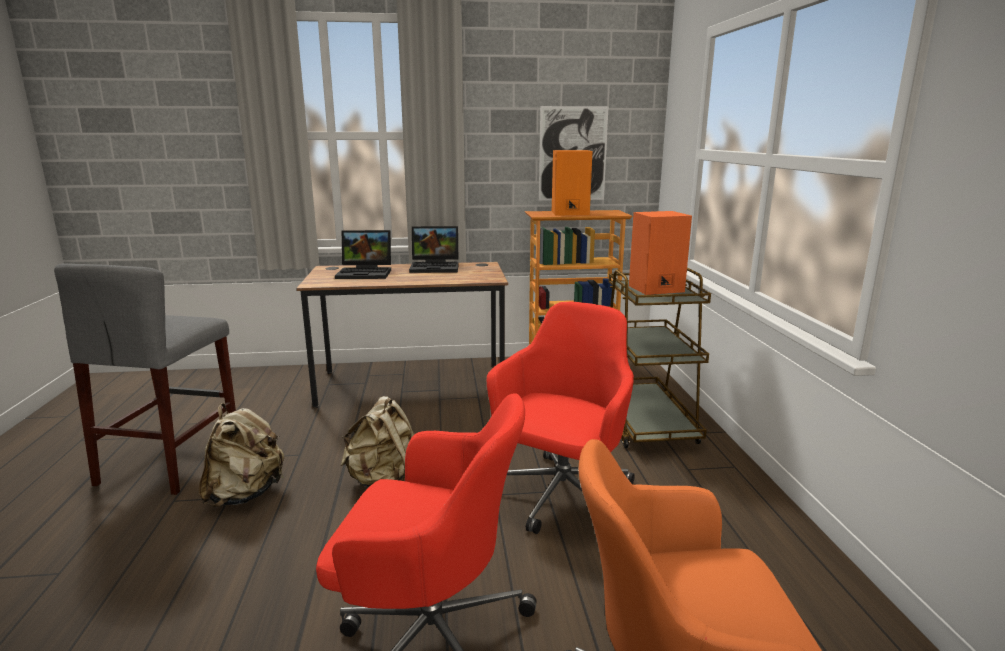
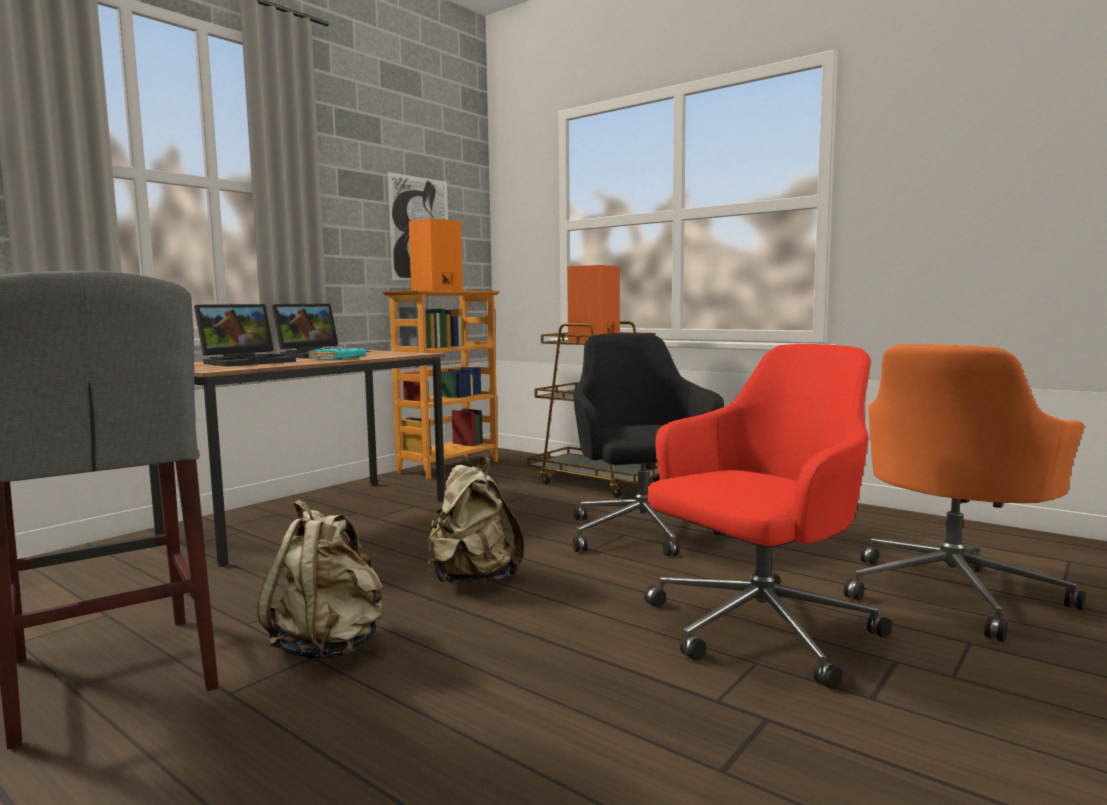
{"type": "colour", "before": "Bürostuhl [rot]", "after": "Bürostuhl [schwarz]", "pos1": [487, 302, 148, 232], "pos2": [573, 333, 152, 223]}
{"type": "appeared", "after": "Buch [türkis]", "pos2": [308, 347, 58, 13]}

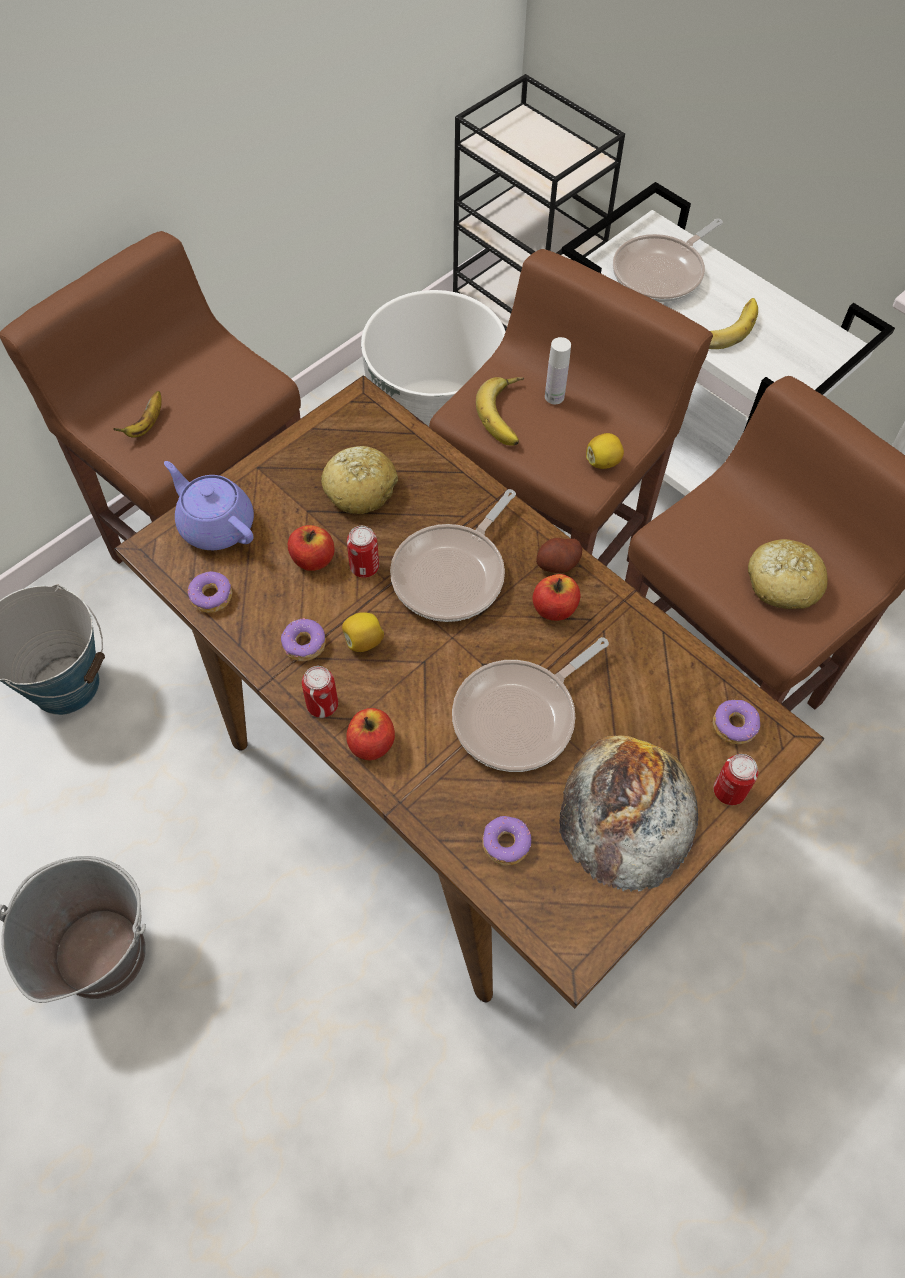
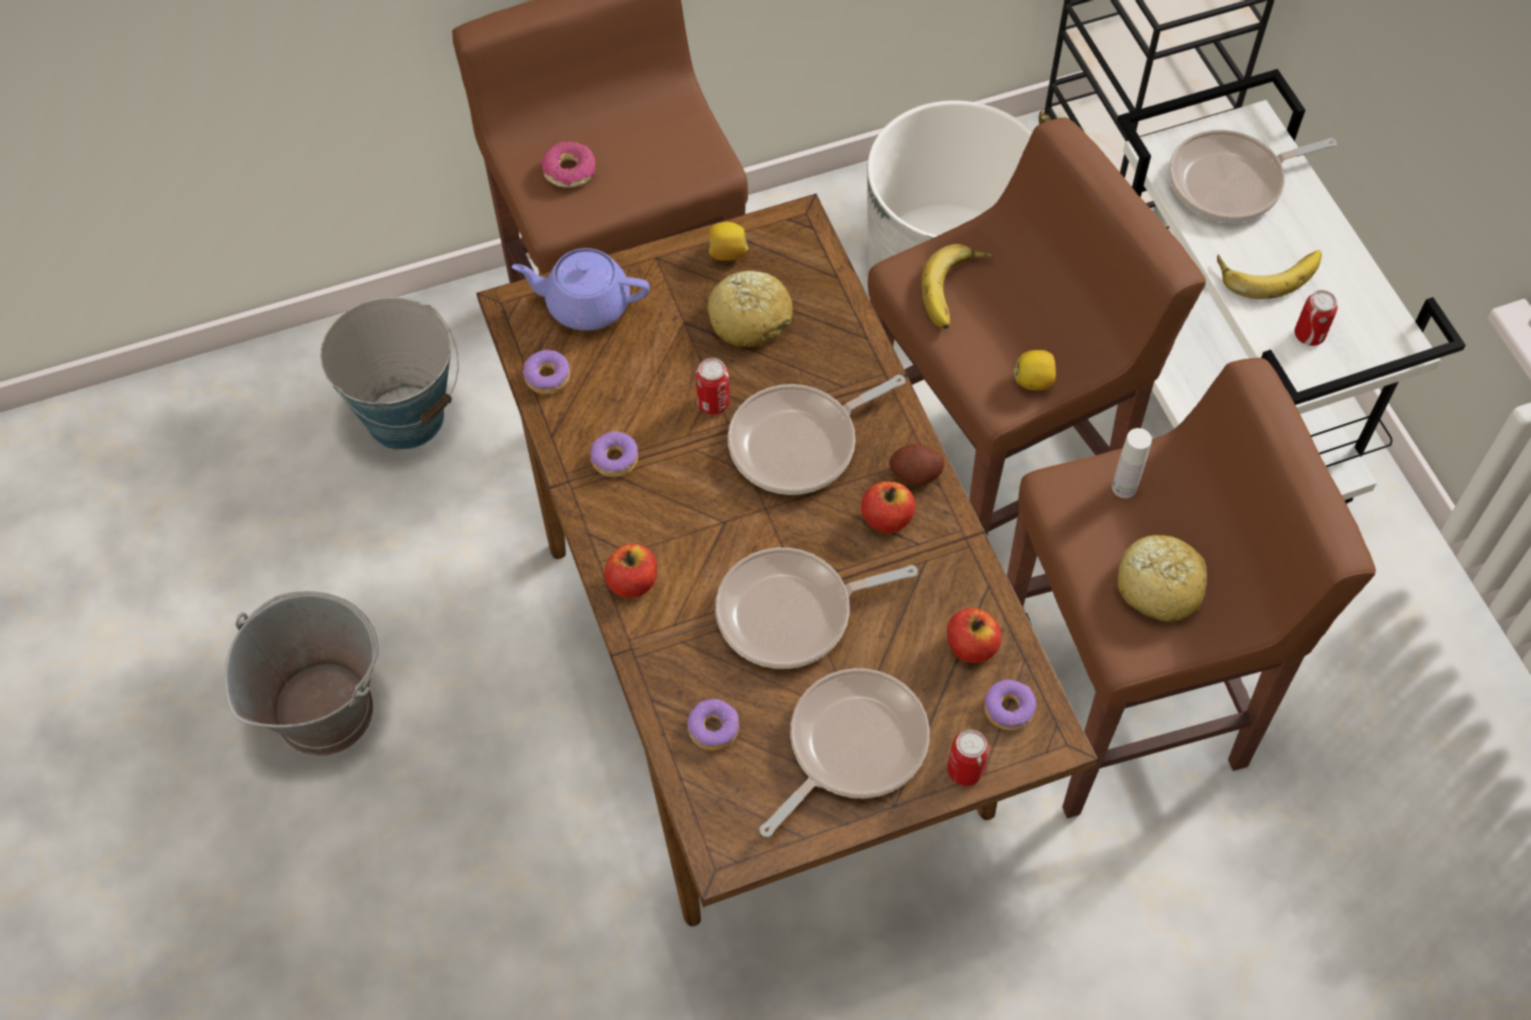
{"type": "exchanged", "before": "Banane", "after": "Donut", "pos1": [113, 391, 49, 47], "pos2": [541, 141, 54, 47]}
{"type": "spun", "before": "Teekanne [lila]", "pos1": [164, 461, 90, 89], "pos2": [512, 248, 138, 83], "turn": -60}
{"type": "relocated", "before": "Apfel", "pos1": [288, 525, 47, 46], "pos2": [947, 608, 54, 55]}
{"type": "relocated", "before": "Dose", "pos1": [302, 666, 36, 52], "pos2": [1294, 290, 44, 56]}
{"type": "relocated", "before": "Zitrone", "pos1": [342, 612, 42, 40], "pos2": [709, 222, 39, 39]}
{"type": "relocated", "before": "Flasche [weiß]", "pos1": [545, 337, 26, 67], "pos2": [1112, 428, 40, 70]}
{"type": "exchanged", "before": "Brot", "after": "Pfanne", "pos1": [559, 735, 139, 157], "pos2": [759, 668, 171, 169]}

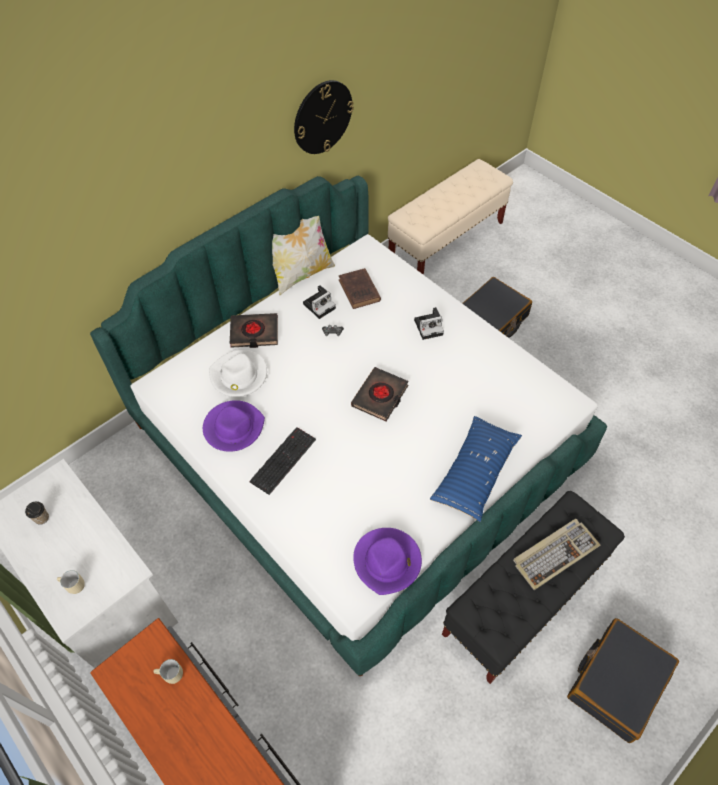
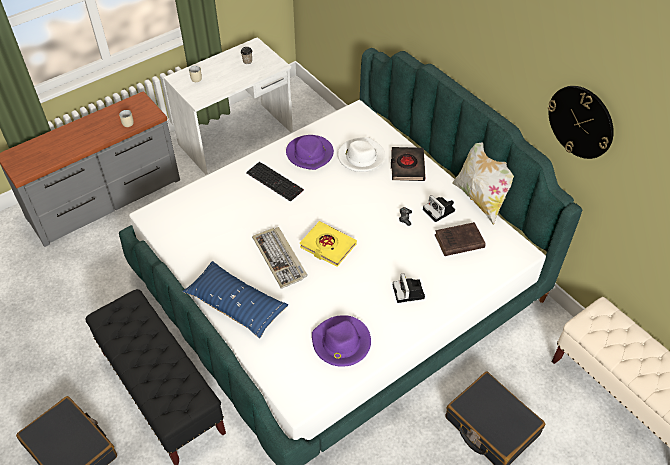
{"type": "colour", "before": "Buch [schwarz]", "after": "Buch [gelb]", "pos1": [351, 367, 58, 54], "pos2": [300, 221, 57, 46]}
{"type": "relocated", "before": "Hut [lila]", "pos1": [353, 528, 69, 67], "pos2": [312, 315, 59, 52]}
{"type": "relocated", "before": "Tastatur", "pos1": [513, 518, 87, 72], "pos2": [252, 227, 55, 62]}

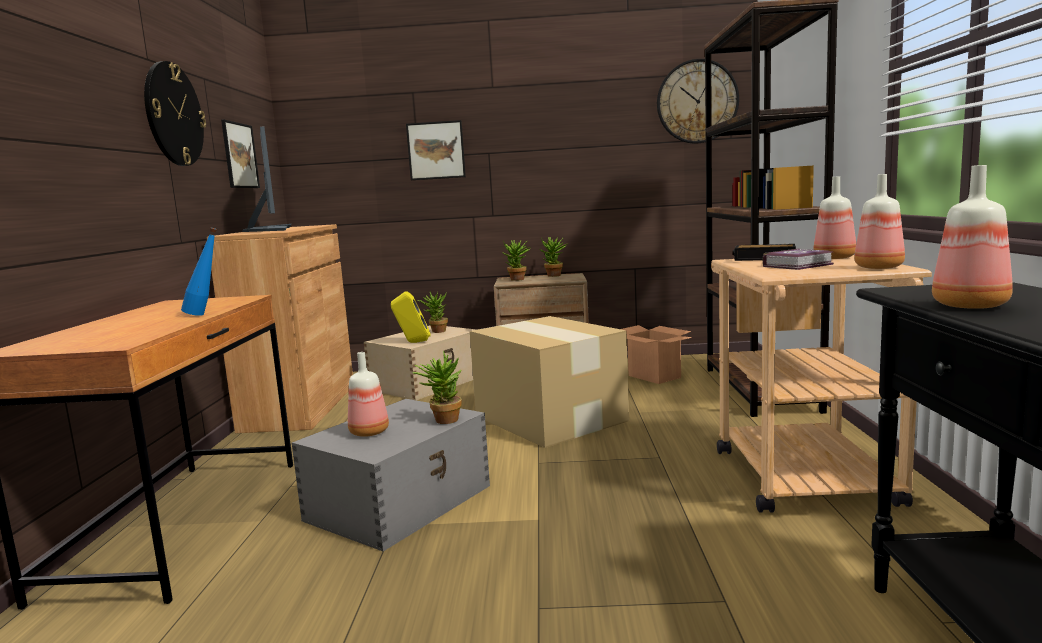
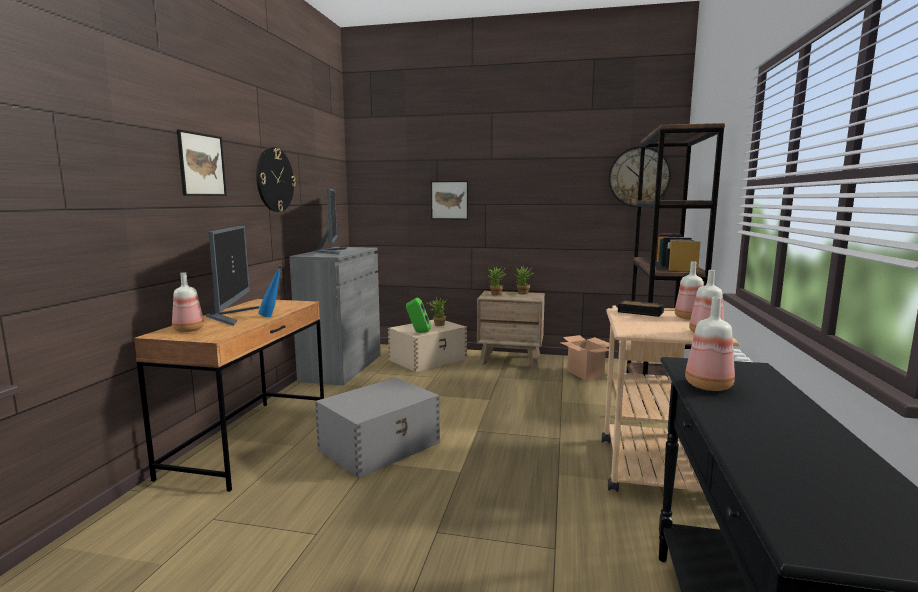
{"type": "colour", "before": "Schrank [braun]", "after": "Schrank [grau]", "pos1": [207, 224, 146, 209], "pos2": [289, 247, 92, 139]}
{"type": "relocated", "before": "Bild", "pos1": [221, 120, 39, 68], "pos2": [177, 129, 50, 67]}
{"type": "relocated", "before": "Flasche", "pos1": [348, 352, 41, 85], "pos2": [172, 272, 32, 60]}
{"type": "colour", "before": "Lautsprecher [gelb]", "after": "Lautsprecher [grün]", "pos1": [391, 291, 40, 52], "pos2": [406, 297, 25, 36]}
{"type": "missing", "before": "Topfpflanze", "pos1": [412, 351, 50, 73]}
{"type": "missing", "before": "Karton", "pos1": [470, 316, 159, 132]}
{"type": "missing", "before": "Buch", "pos1": [763, 249, 71, 21]}
{"type": "appeared", "after": "Monitor", "pos2": [206, 226, 54, 100]}

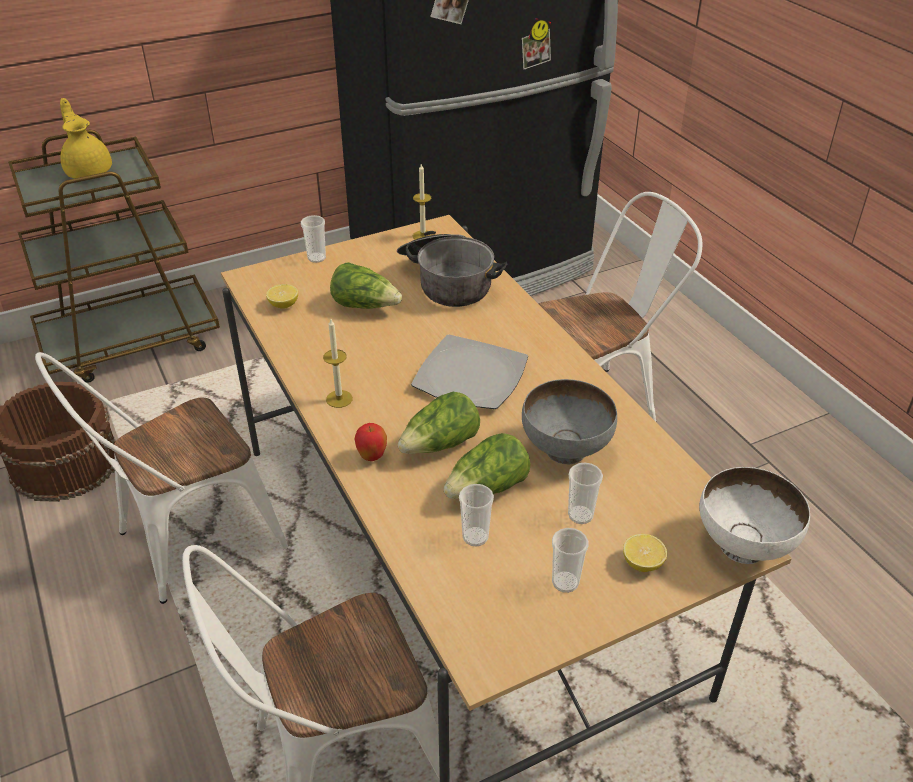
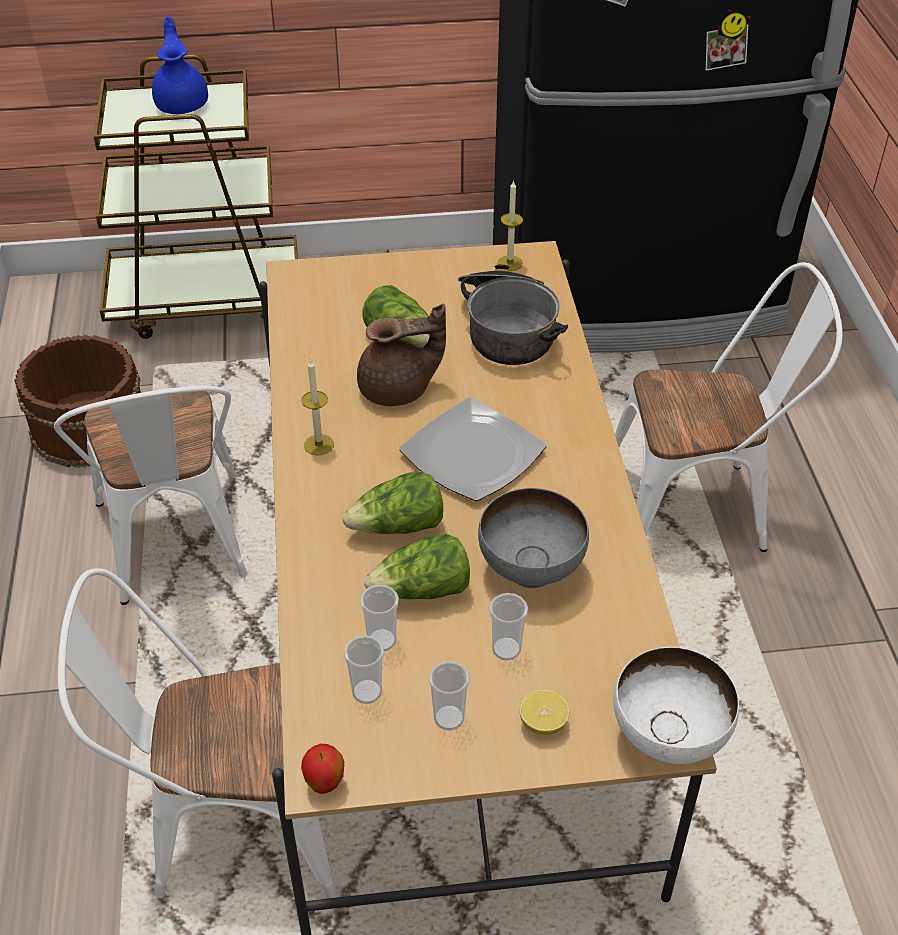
{"type": "spun", "before": "Stuhl [weiß]", "pos1": [35, 352, 253, 252], "pos2": [54, 385, 194, 220], "turn": -90}
{"type": "colour", "before": "Teekanne [gelb]", "after": "Teekanne [blau]", "pos1": [60, 98, 52, 80], "pos2": [152, 16, 56, 98]}
{"type": "missing", "before": "Zitrone", "pos1": [266, 284, 32, 25]}
{"type": "relocated", "before": "Tasse", "pos1": [301, 215, 25, 48], "pos2": [344, 635, 40, 69]}
{"type": "relocated", "before": "Apfel", "pos1": [354, 423, 33, 38], "pos2": [301, 744, 43, 50]}
{"type": "appeared", "after": "Teekanne [braun]", "pos2": [357, 304, 89, 102]}

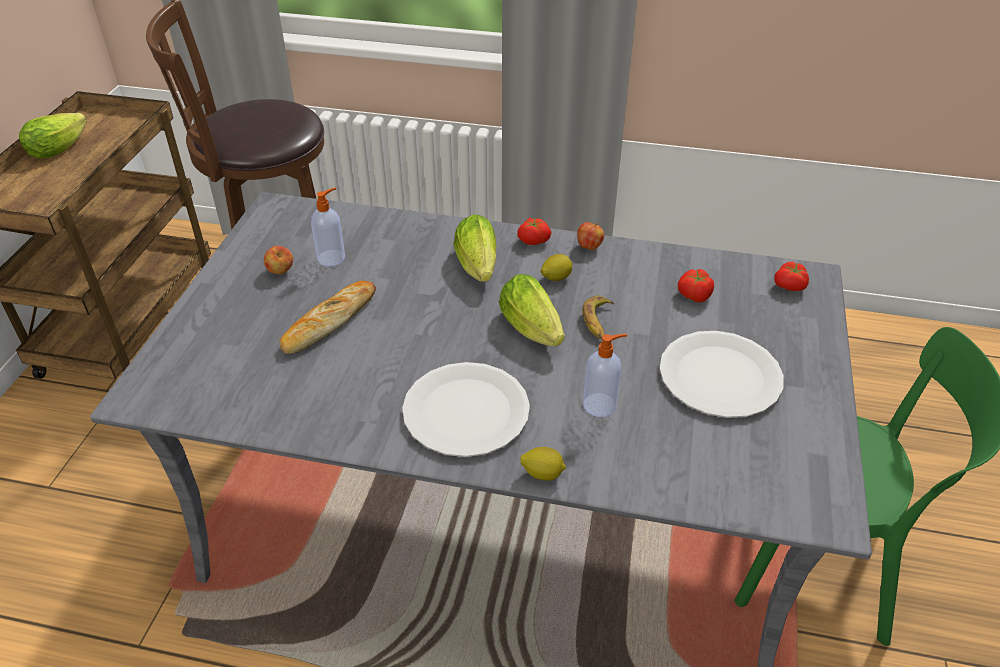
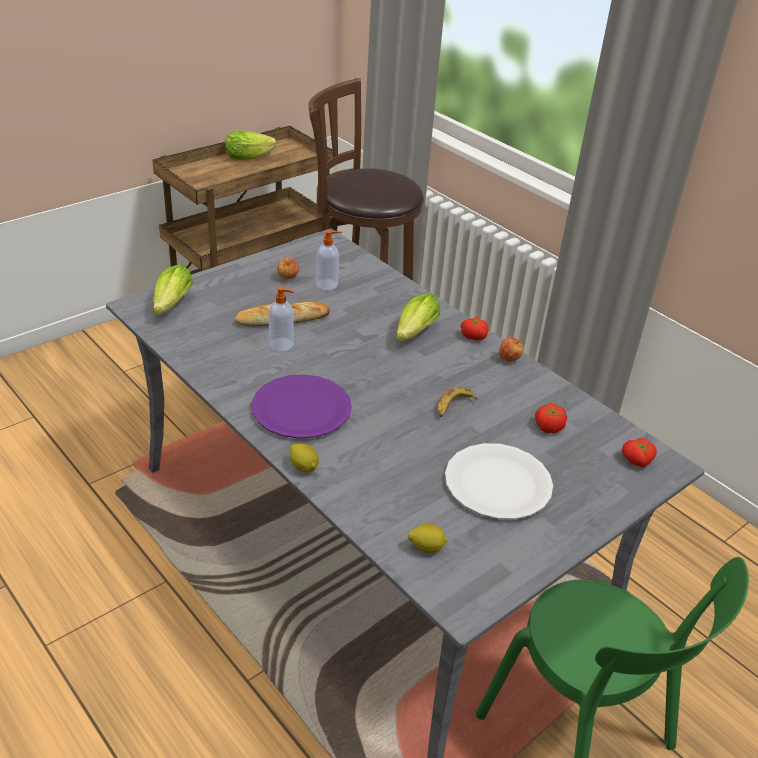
{"type": "colour", "before": "Teller [weiß]", "after": "Teller [lila]", "pos1": [402, 362, 128, 95], "pos2": [252, 374, 100, 65]}
{"type": "relocated", "before": "Salatkopf", "pos1": [499, 274, 66, 72], "pos2": [153, 264, 40, 51]}
{"type": "relocated", "before": "Zitrone", "pos1": [541, 254, 31, 27], "pos2": [408, 524, 39, 29]}
{"type": "relocated", "before": "Seifenspender", "pos1": [583, 334, 44, 83], "pos2": [269, 286, 25, 65]}

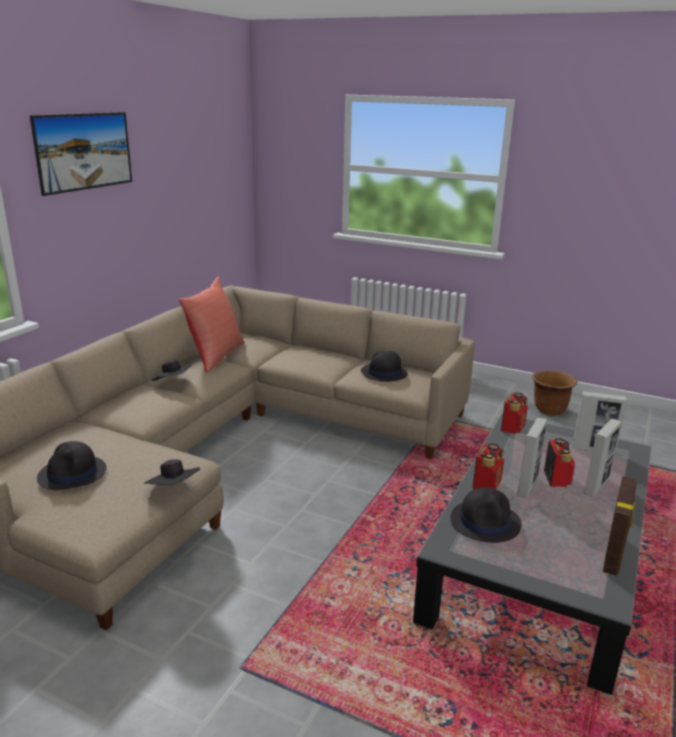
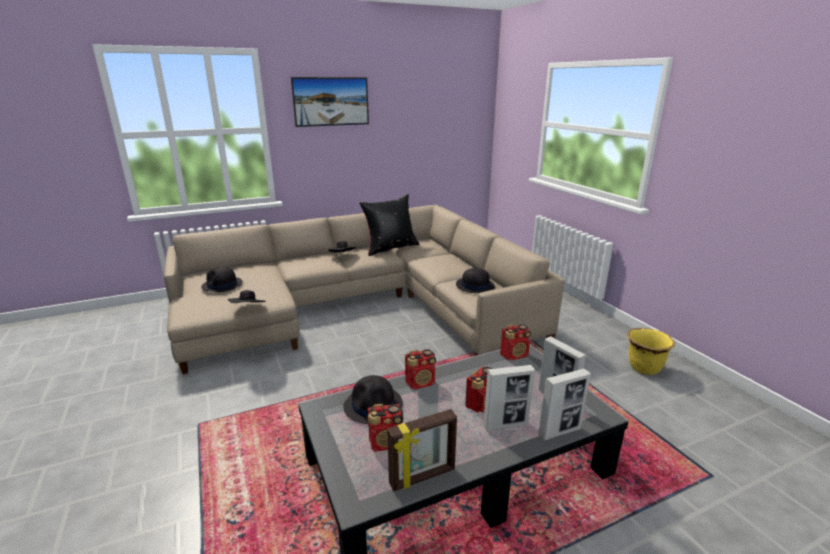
{"type": "colour", "before": "Kissen [rot]", "after": "Kissen [schwarz]", "pos1": [179, 277, 66, 96], "pos2": [359, 194, 60, 62]}
{"type": "relocated", "before": "Bilderrahmen", "pos1": [517, 417, 30, 81], "pos2": [538, 369, 53, 71]}
{"type": "colour", "before": "Pflanzkübel [braun]", "after": "Pflanzkübel [gelb]", "pos1": [532, 370, 45, 45], "pos2": [627, 328, 48, 47]}
{"type": "appeared", "after": "Radio", "pos2": [368, 404, 35, 48]}

